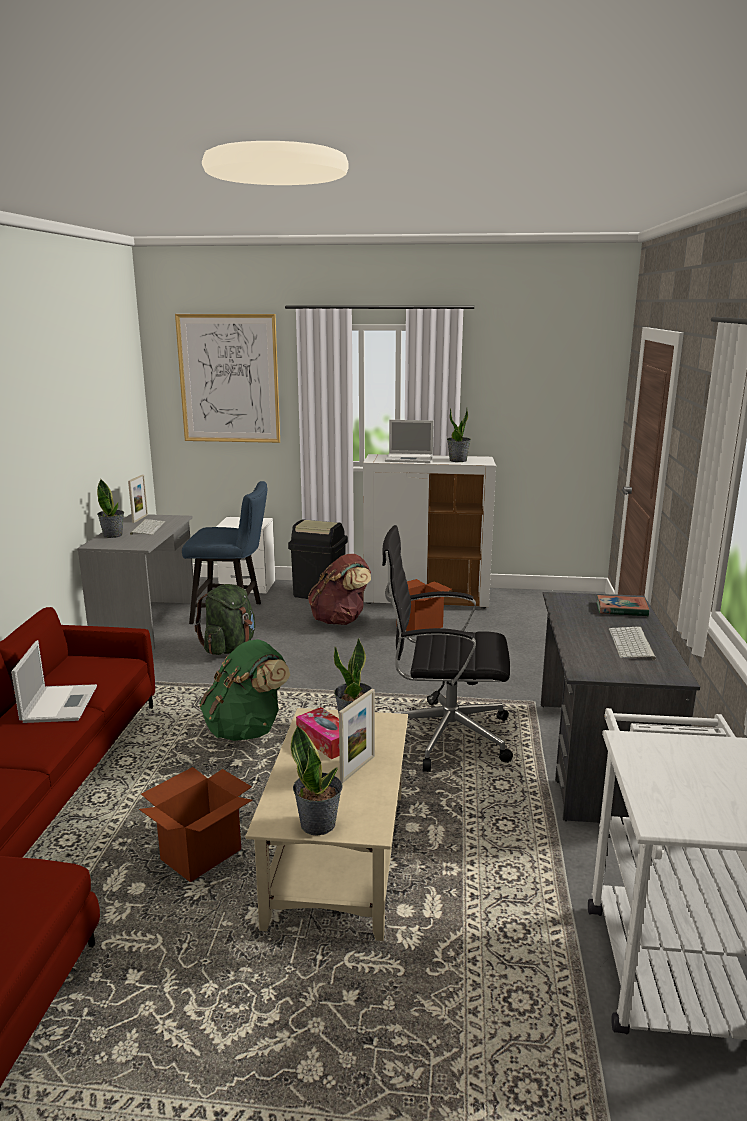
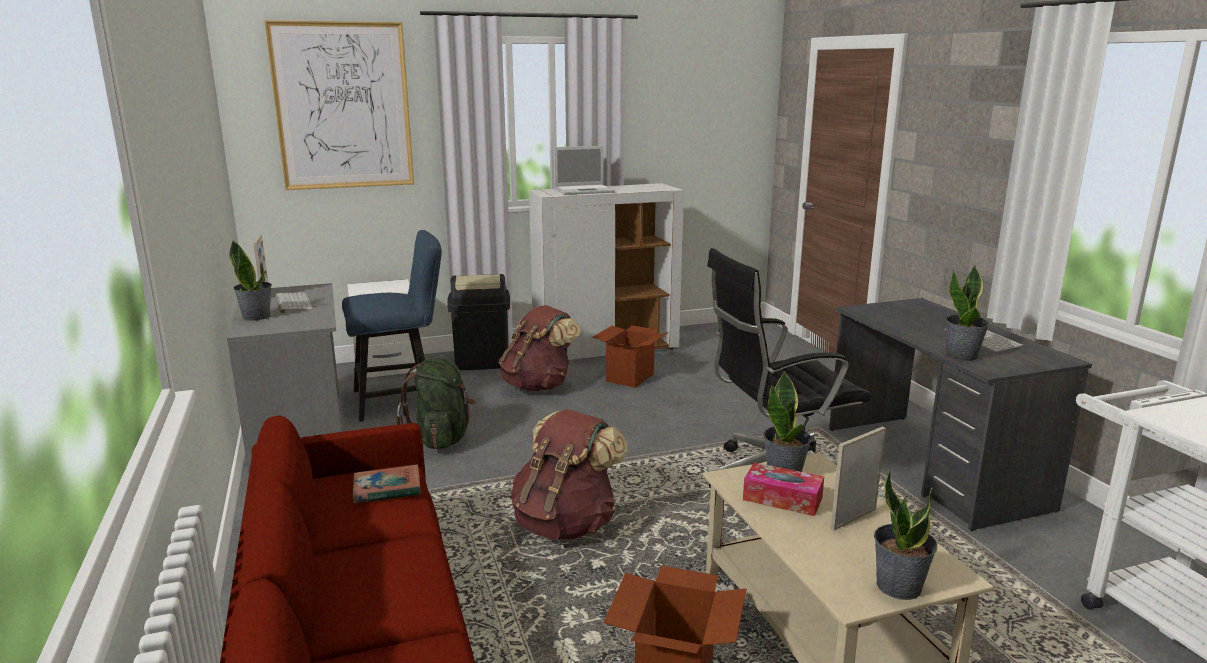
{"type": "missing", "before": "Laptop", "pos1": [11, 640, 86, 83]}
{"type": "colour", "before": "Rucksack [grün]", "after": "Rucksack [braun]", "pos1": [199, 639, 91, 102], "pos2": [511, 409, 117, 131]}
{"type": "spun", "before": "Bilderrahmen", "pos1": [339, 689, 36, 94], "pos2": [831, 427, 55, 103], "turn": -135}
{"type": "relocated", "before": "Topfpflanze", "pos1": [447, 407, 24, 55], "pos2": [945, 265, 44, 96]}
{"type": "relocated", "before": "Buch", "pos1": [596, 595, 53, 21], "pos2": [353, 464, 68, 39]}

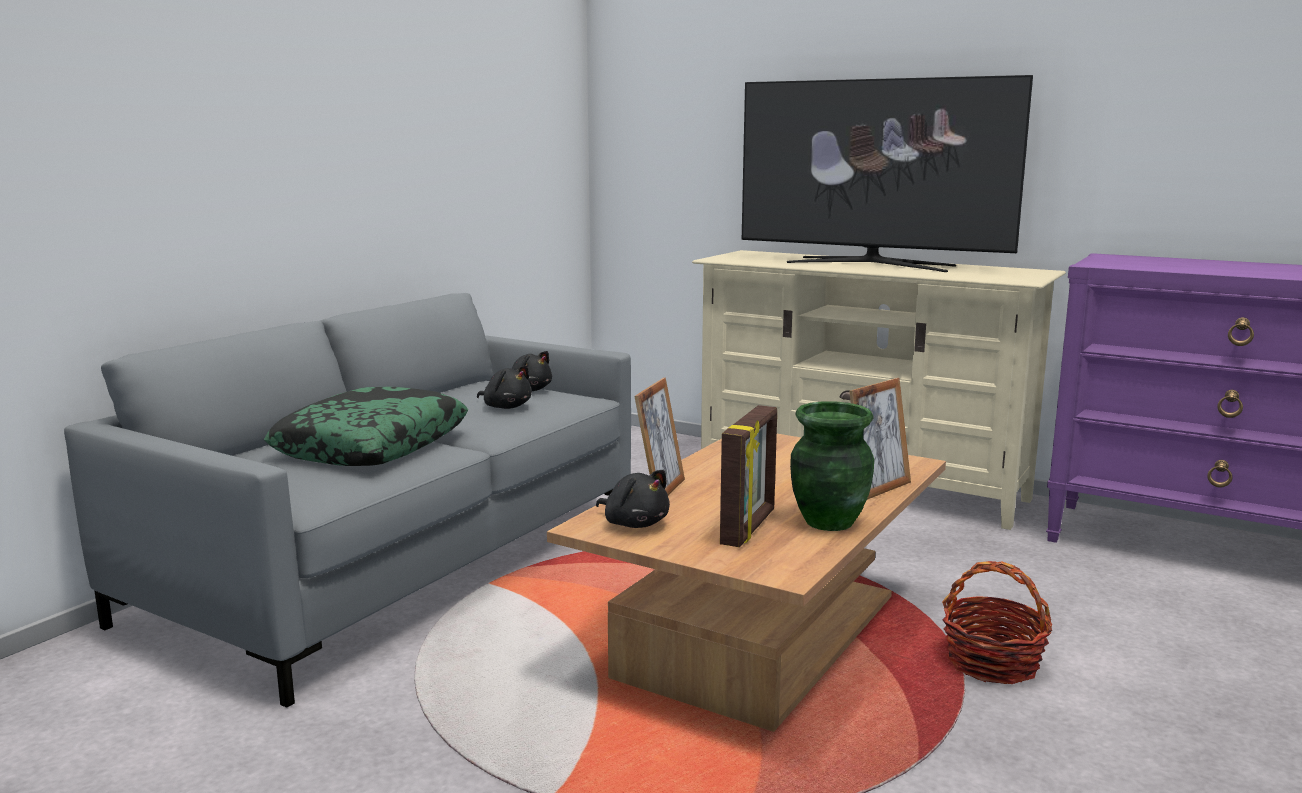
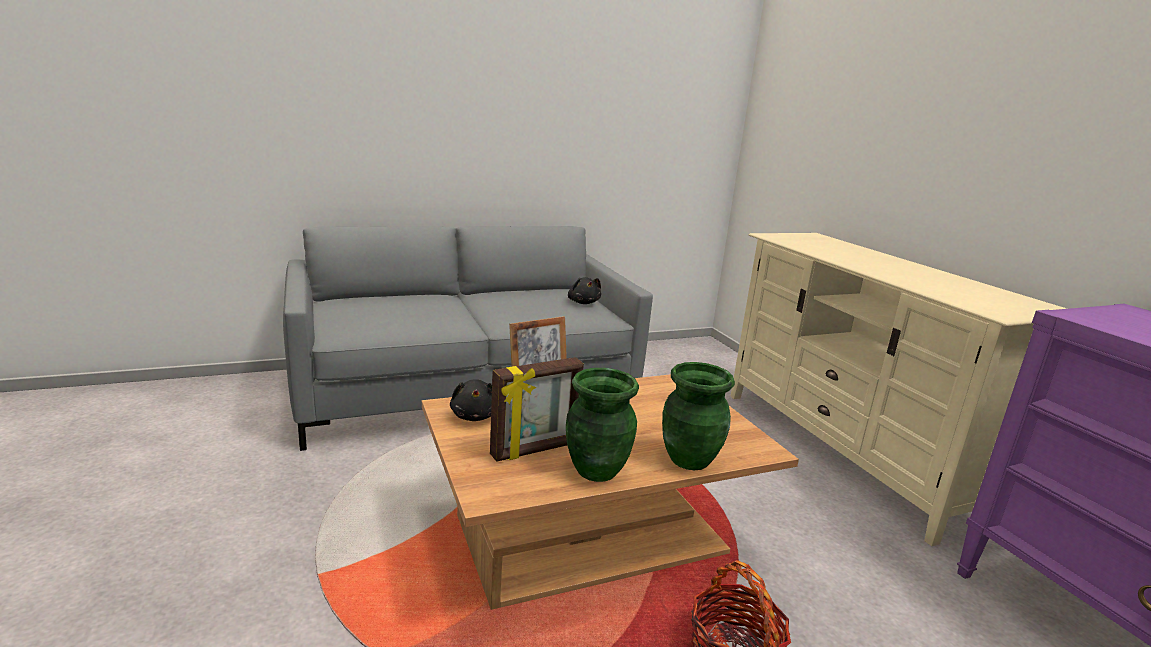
{"type": "missing", "before": "Kissen", "pos1": [264, 387, 204, 79]}
{"type": "missing", "before": "Plüschtier [schwarz]", "pos1": [477, 365, 55, 44]}
{"type": "missing", "before": "Fernseher", "pos1": [742, 75, 291, 197]}
{"type": "exchanged", "before": "Bilderrahmen", "after": "Vase [grün]", "pos1": [849, 378, 62, 122], "pos2": [662, 362, 73, 108]}

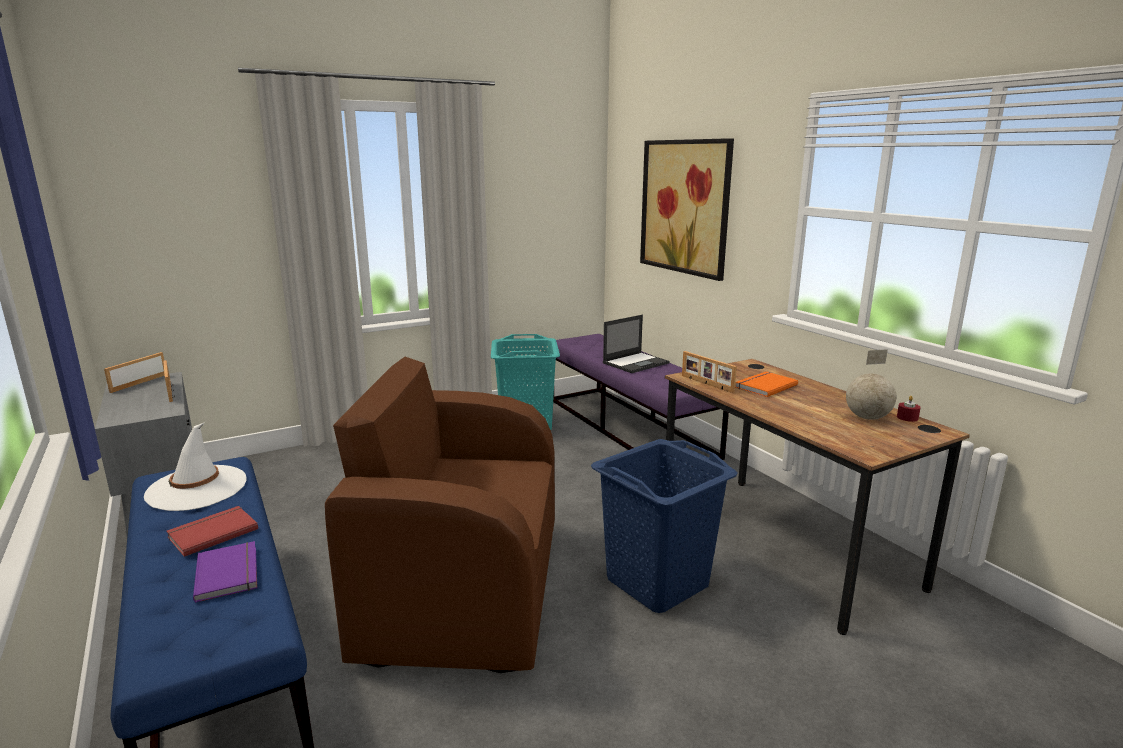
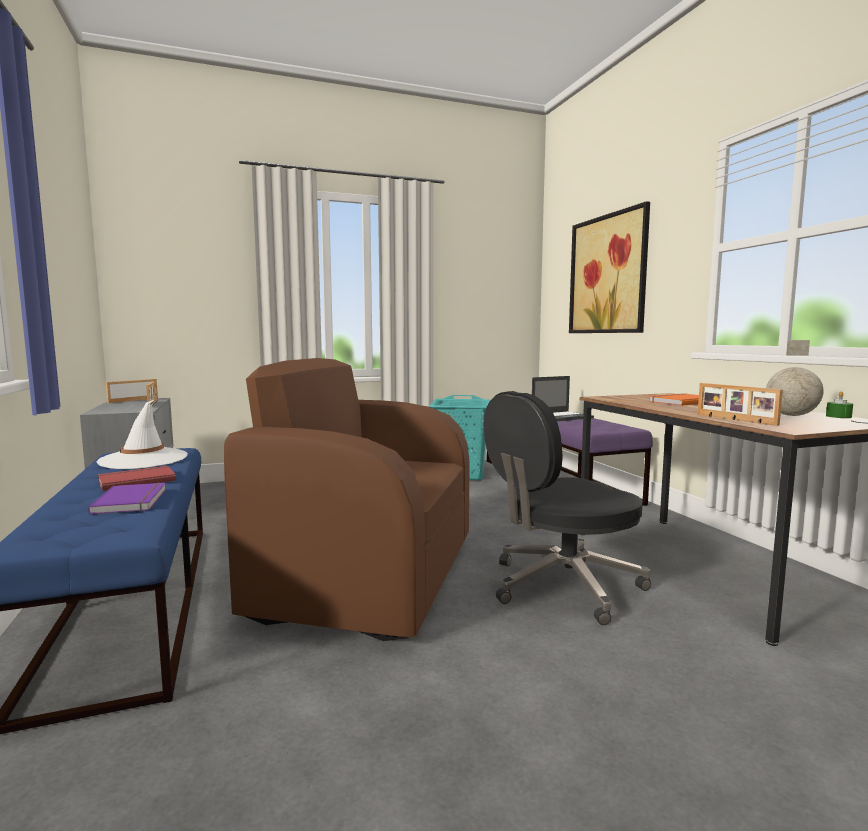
{"type": "exchanged", "before": "Wäschekorb [blau]", "after": "Bürostuhl [schwarz]", "pos1": [591, 439, 147, 174], "pos2": [484, 391, 167, 234]}
{"type": "relocated", "before": "Bilderrahmen", "pos1": [682, 351, 55, 42], "pos2": [698, 383, 85, 43]}
{"type": "colour", "before": "Kerze [rot]", "after": "Kerze [grün]", "pos1": [897, 396, 24, 26], "pos2": [826, 392, 27, 26]}

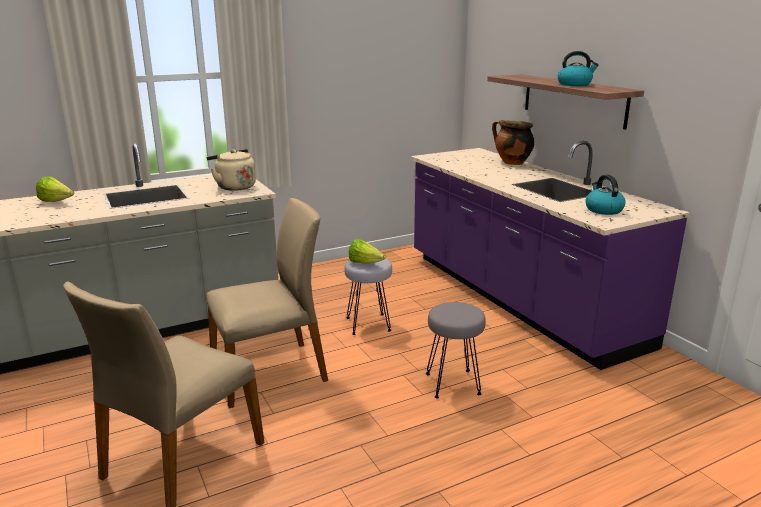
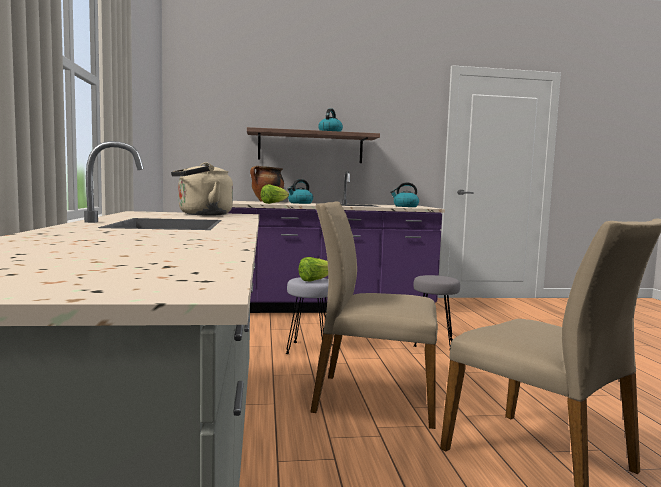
{"type": "relocated", "before": "Salatkopf", "pos1": [36, 176, 38, 26], "pos2": [261, 184, 28, 20]}
{"type": "spun", "before": "Stuhl [beige]", "pos1": [206, 198, 122, 210], "pos2": [310, 202, 128, 227], "turn": -75}
{"type": "appeared", "after": "Wasserkessel", "pos2": [287, 179, 26, 25]}

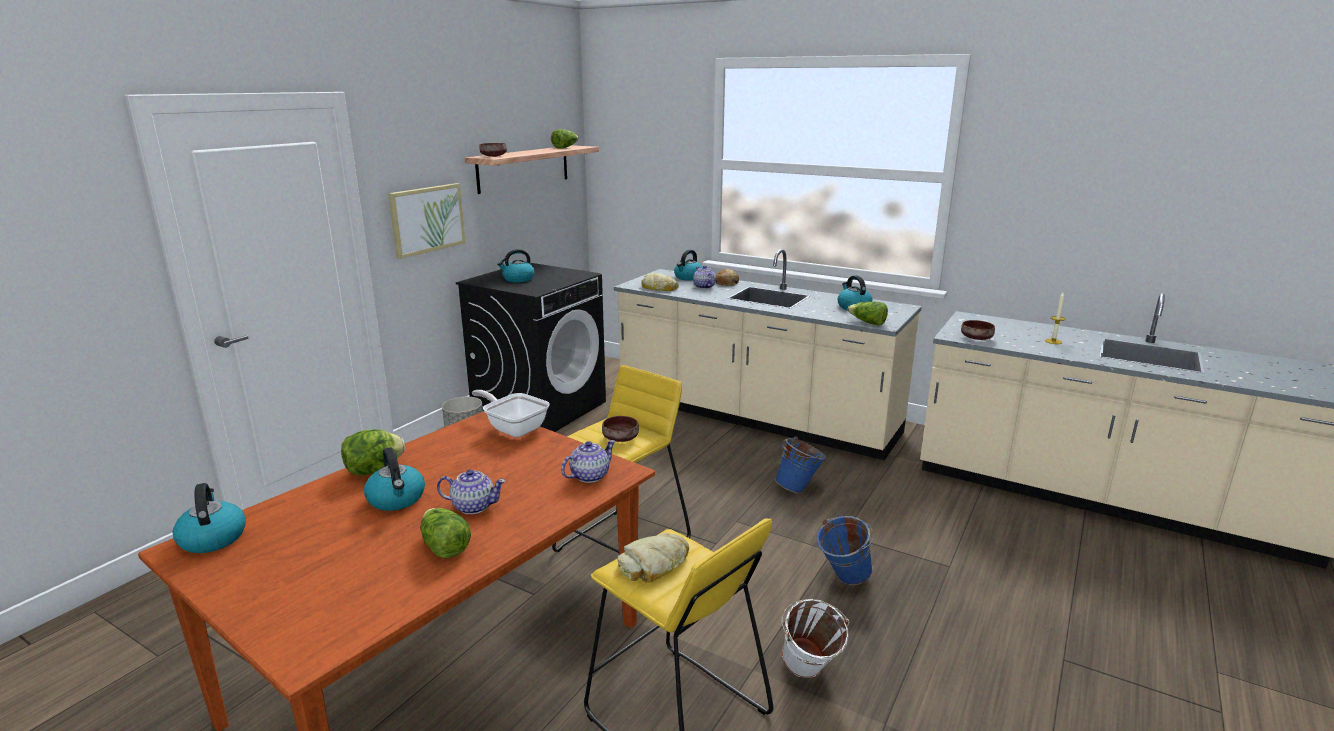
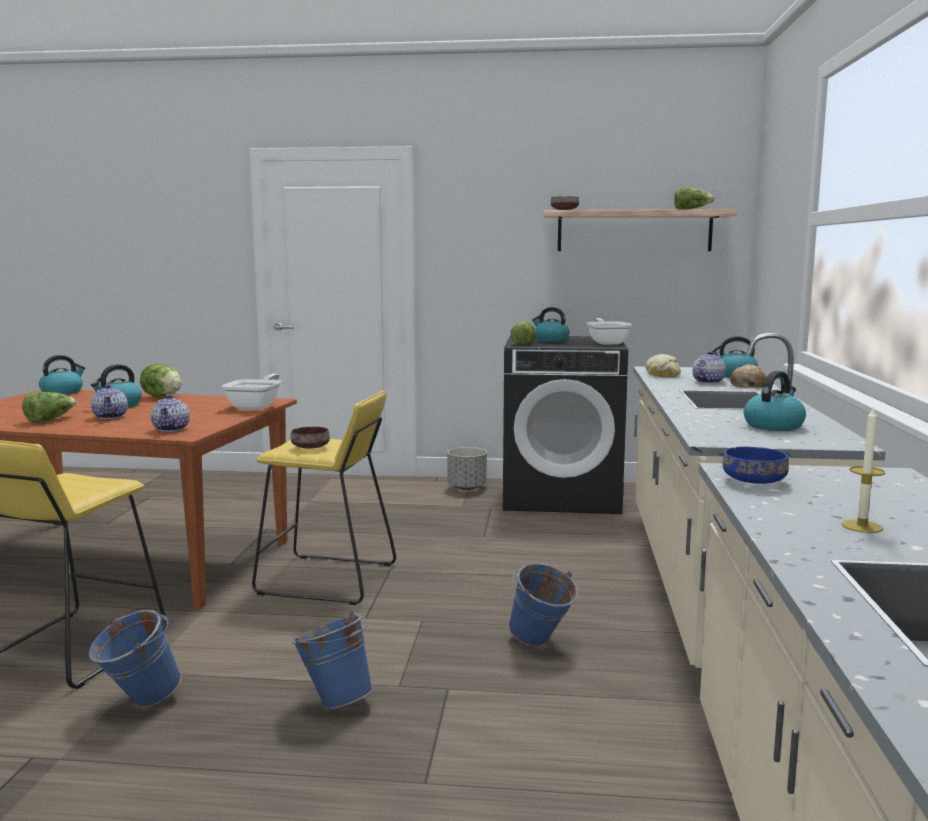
{"type": "missing", "before": "Bild", "pos1": [388, 183, 77, 76]}
{"type": "spun", "before": "Teekanne", "pos1": [561, 440, 55, 43], "pos2": [151, 394, 39, 38], "turn": 60}
{"type": "missing", "before": "Brot", "pos1": [617, 533, 72, 50]}
{"type": "colour", "before": "Eimer [weiß]", "after": "Eimer [blau]", "pos1": [782, 599, 67, 79], "pos2": [89, 610, 93, 98]}
{"type": "relocated", "before": "Salatkopf", "pos1": [848, 302, 40, 24], "pos2": [511, 322, 25, 23]}
{"type": "colour", "before": "Schüssel [braun]", "after": "Schüssel [blau]", "pos1": [961, 320, 34, 20], "pos2": [722, 447, 67, 37]}
{"type": "appeared", "after": "Pfanne", "pos2": [586, 318, 46, 27]}

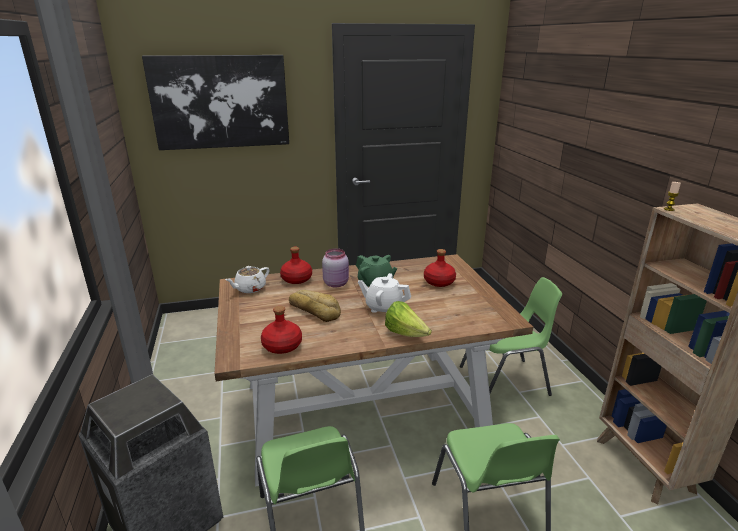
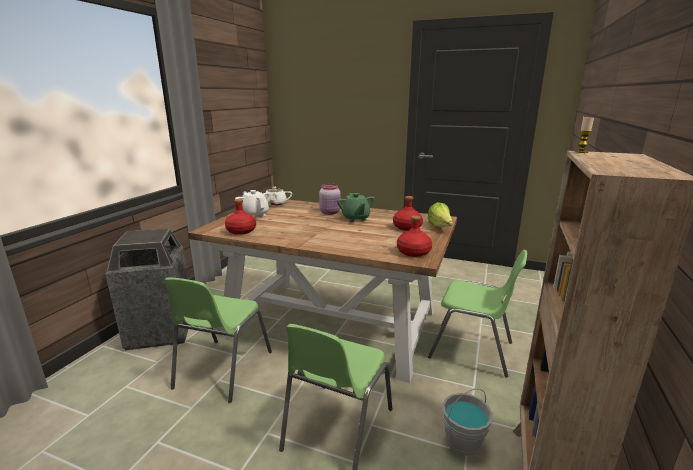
{"type": "missing", "before": "Bild", "pos1": [142, 55, 147, 95]}
{"type": "relocated", "before": "Flasche [rot]", "pos1": [280, 247, 32, 37], "pos2": [397, 215, 35, 42]}
{"type": "missing", "before": "Brot", "pos1": [289, 290, 52, 32]}
{"type": "relocated", "before": "Teekanne [weiß]", "pos1": [358, 273, 53, 40], "pos2": [235, 190, 36, 28]}
{"type": "relocated", "before": "Salatkopf", "pos1": [385, 301, 47, 36], "pos2": [428, 202, 25, 25]}
{"type": "appeared", "after": "Eimer [grau]", "pos2": [442, 388, 51, 68]}

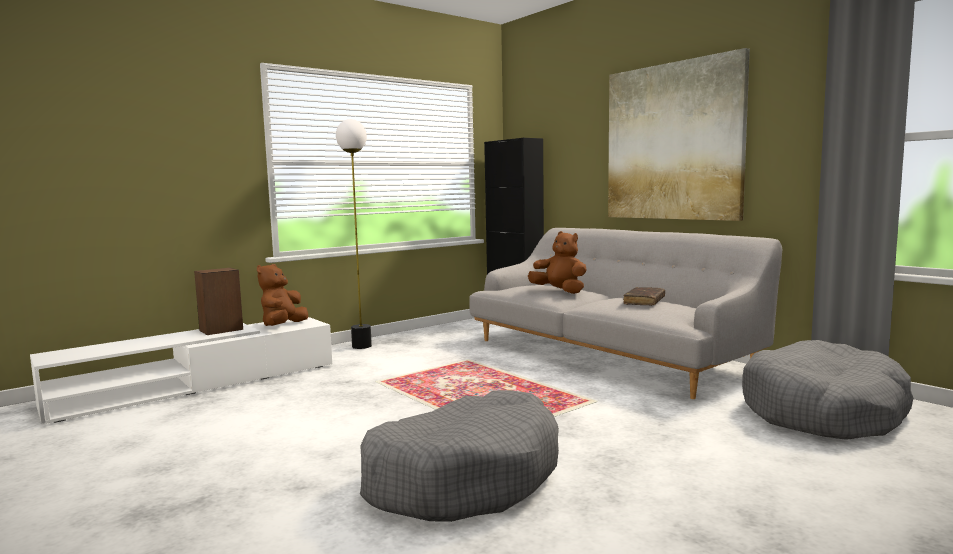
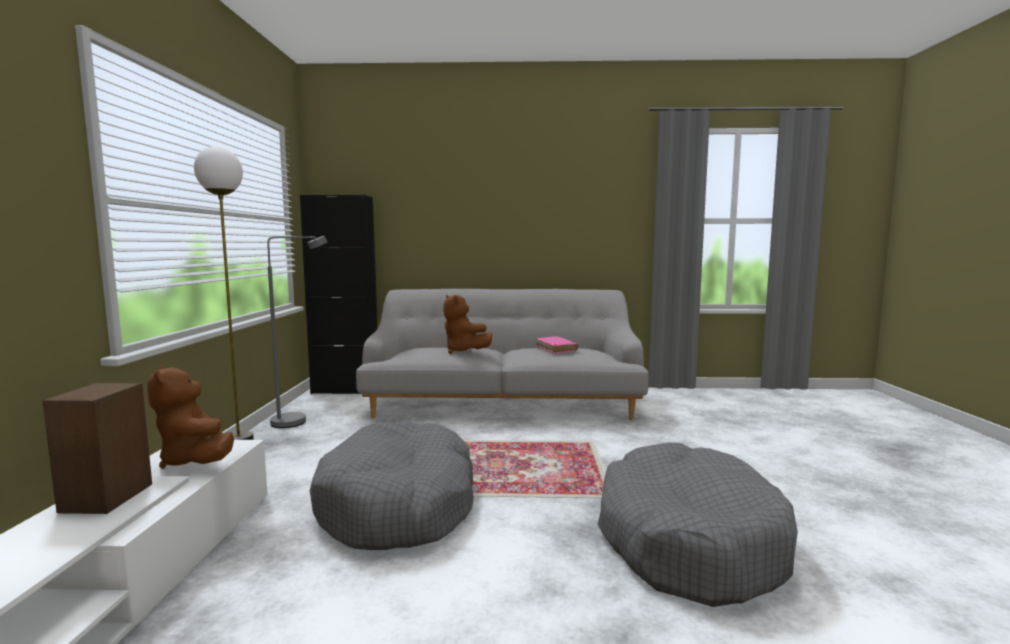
{"type": "spun", "before": "Plüschtier [braun]", "pos1": [528, 231, 58, 63], "pos2": [443, 295, 49, 59], "turn": -120}
{"type": "missing", "before": "Bild", "pos1": [608, 48, 142, 173]}
{"type": "colour", "before": "Buch [braun]", "after": "Buch [rosa]", "pos1": [623, 287, 42, 19], "pos2": [536, 336, 42, 18]}
{"type": "relocated", "before": "Hundebett [grau]", "pos1": [742, 340, 171, 100], "pos2": [310, 421, 164, 129]}
{"type": "appeared", "after": "Stehlampe [grau]", "pos2": [267, 236, 60, 192]}

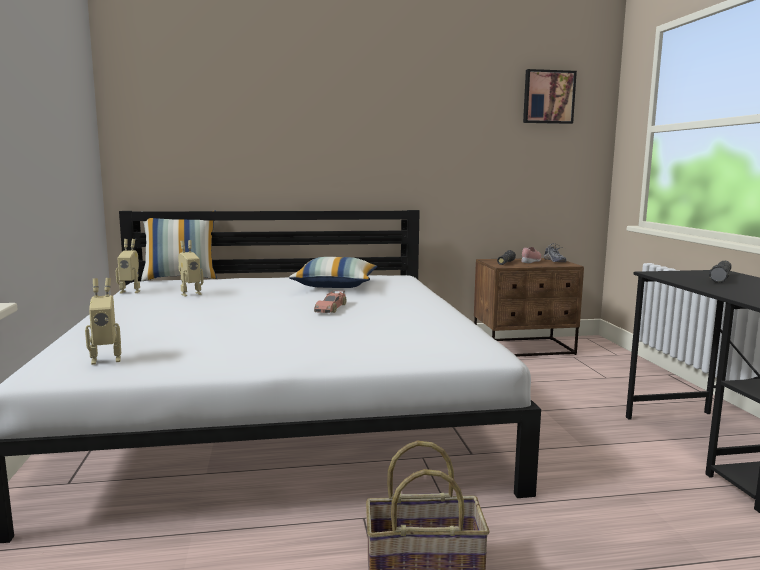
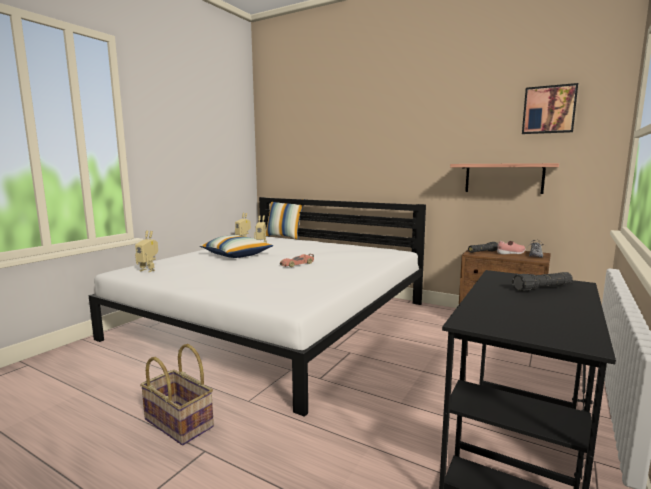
{"type": "relocated", "before": "Kissen", "pos1": [289, 257, 88, 31], "pos2": [200, 235, 73, 23]}
{"type": "appeared", "after": "Wandregal", "pos2": [450, 163, 109, 31]}

